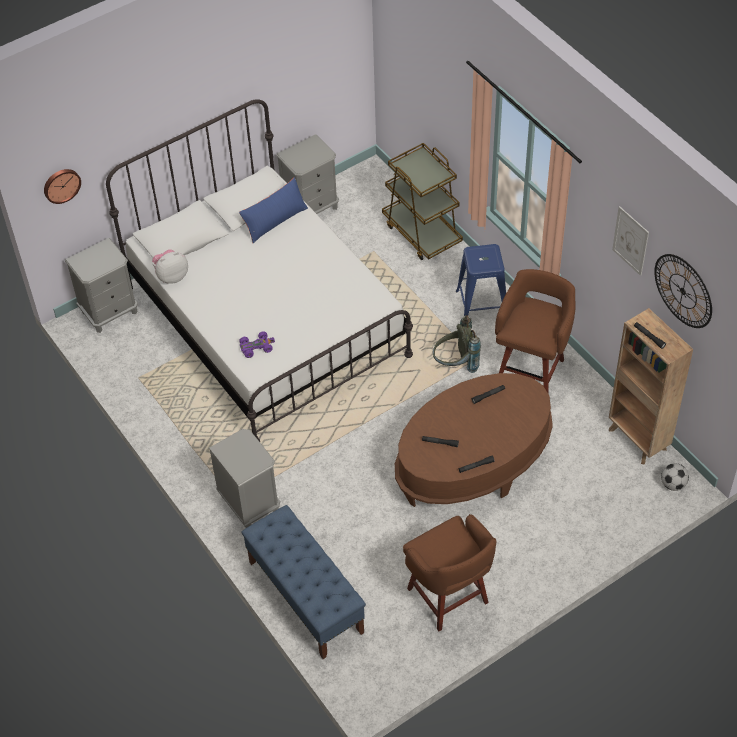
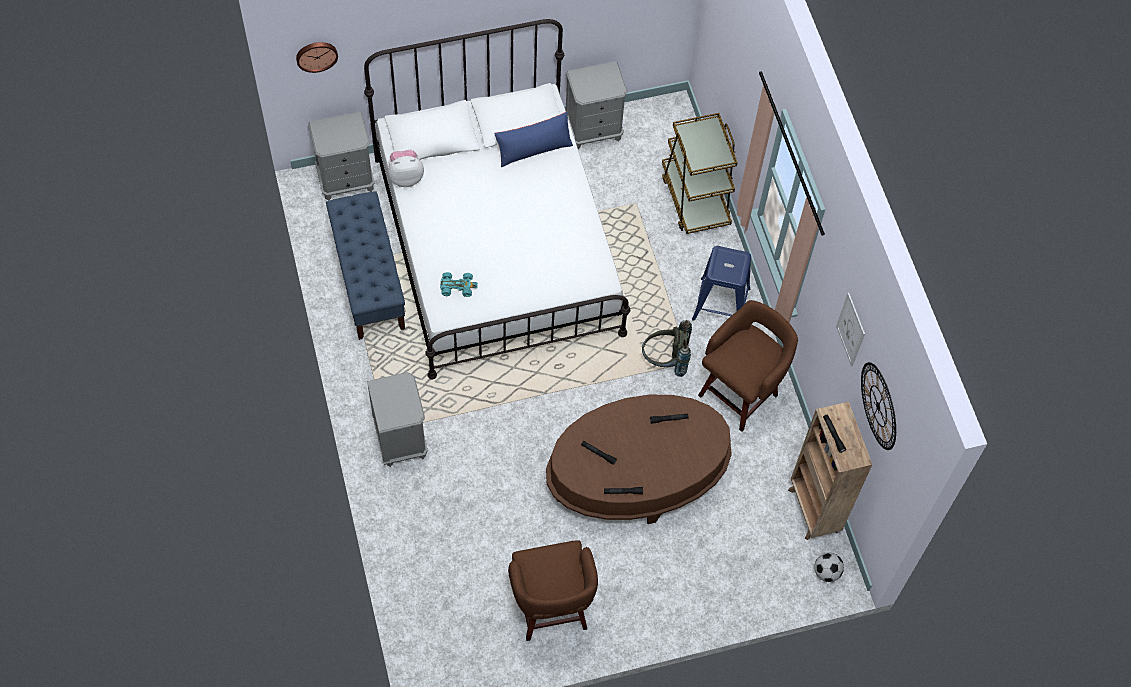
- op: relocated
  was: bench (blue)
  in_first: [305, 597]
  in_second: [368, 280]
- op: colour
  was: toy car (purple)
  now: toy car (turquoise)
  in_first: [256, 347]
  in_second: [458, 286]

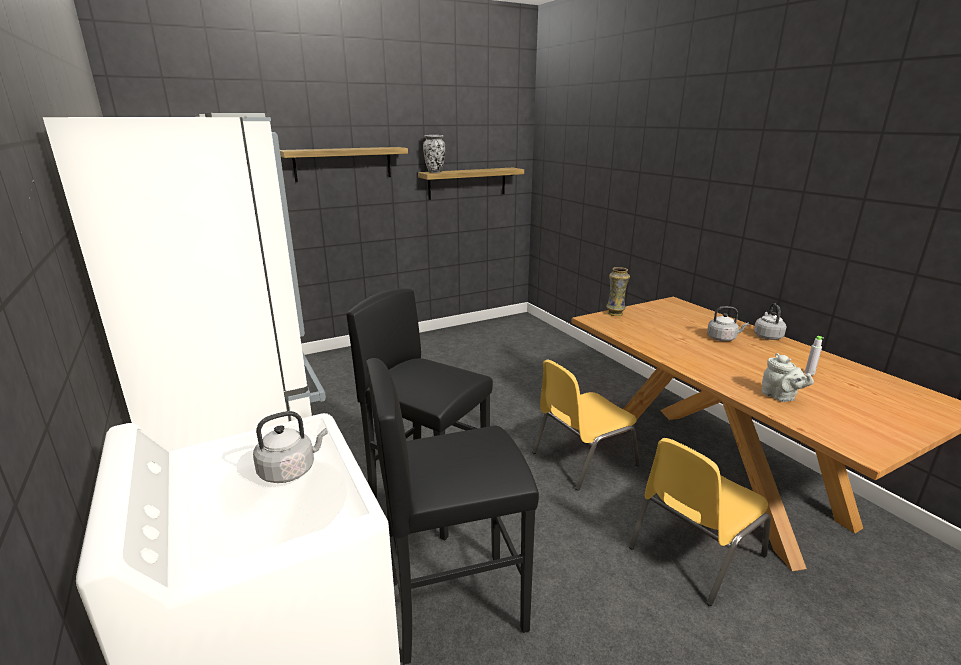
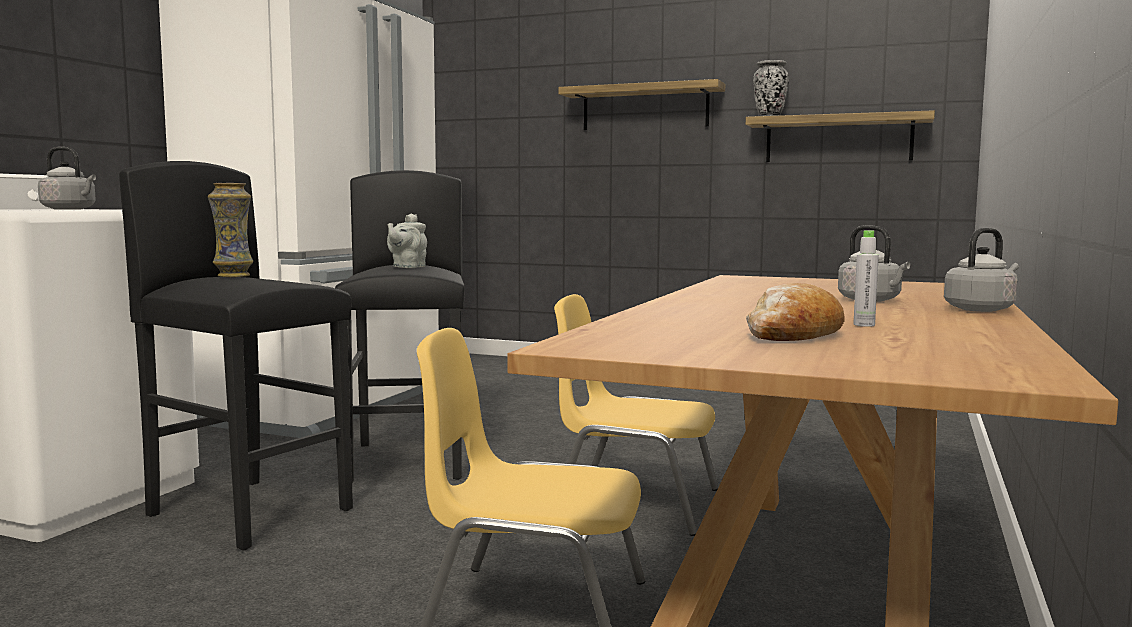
- op: appeared
  now: bread
  in_second: [793, 335]
- op: relocated
  was: vase
  in_first: [615, 313]
  in_second: [233, 276]
- op: relocated
  was: teapot (grey)
  in_first: [780, 397]
  in_second: [407, 267]

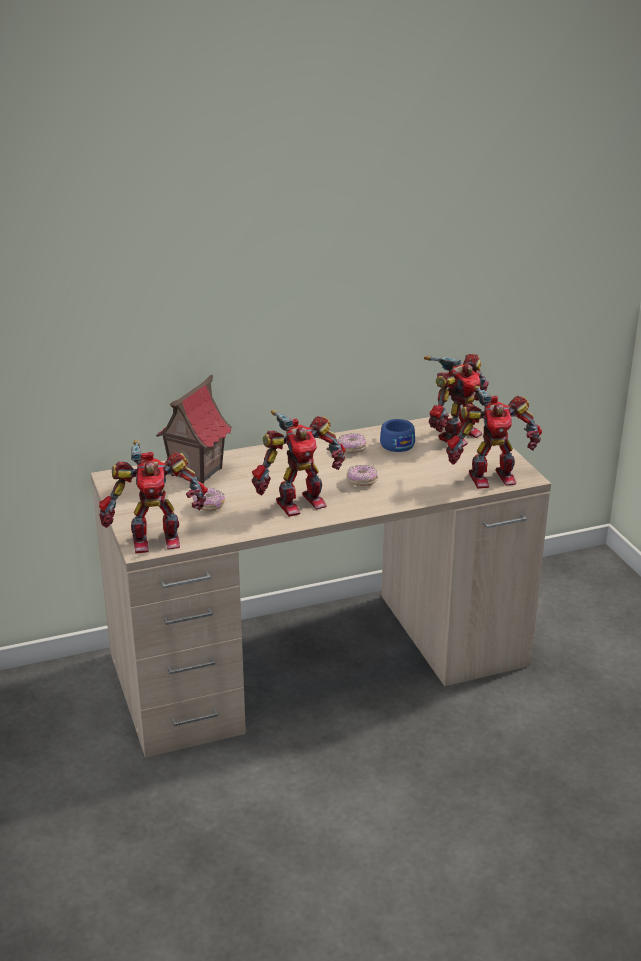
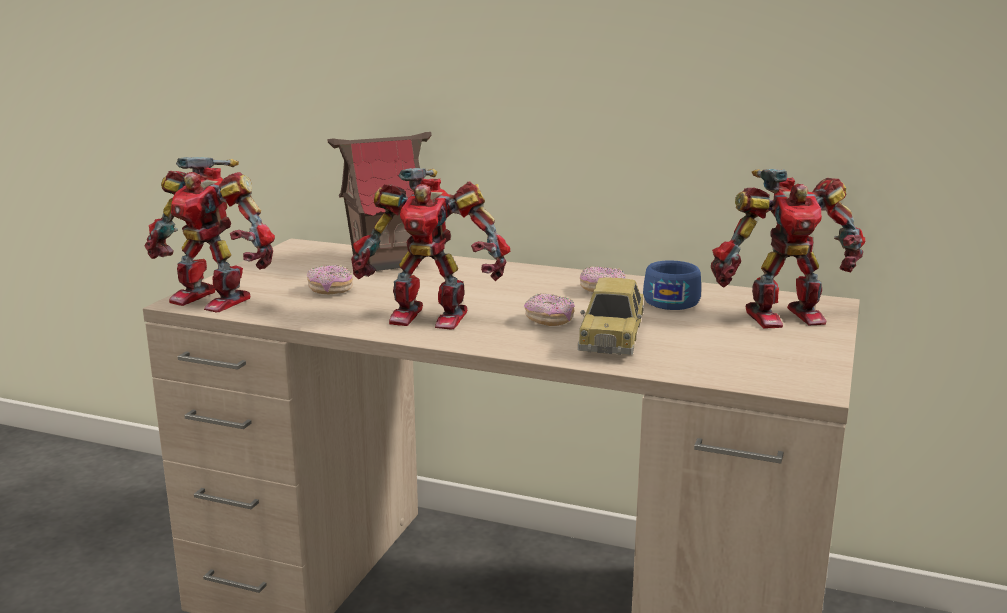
- op: missing
  was: toy robot
  in_first: [490, 477]
- op: appeared
  now: toy car
  in_second: [612, 336]

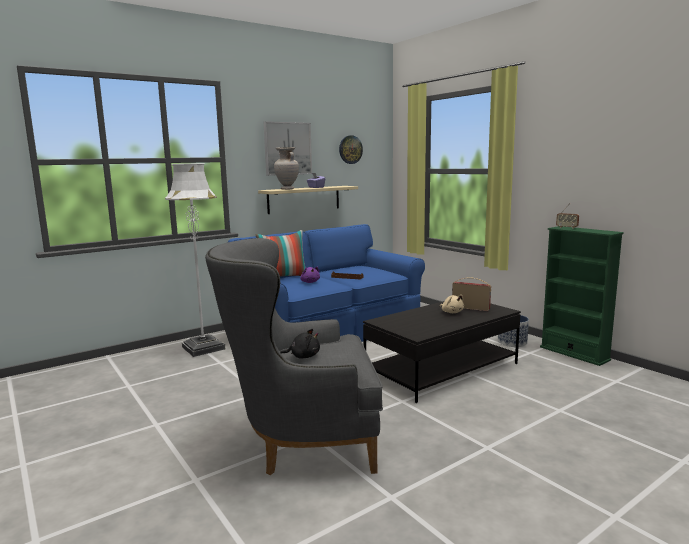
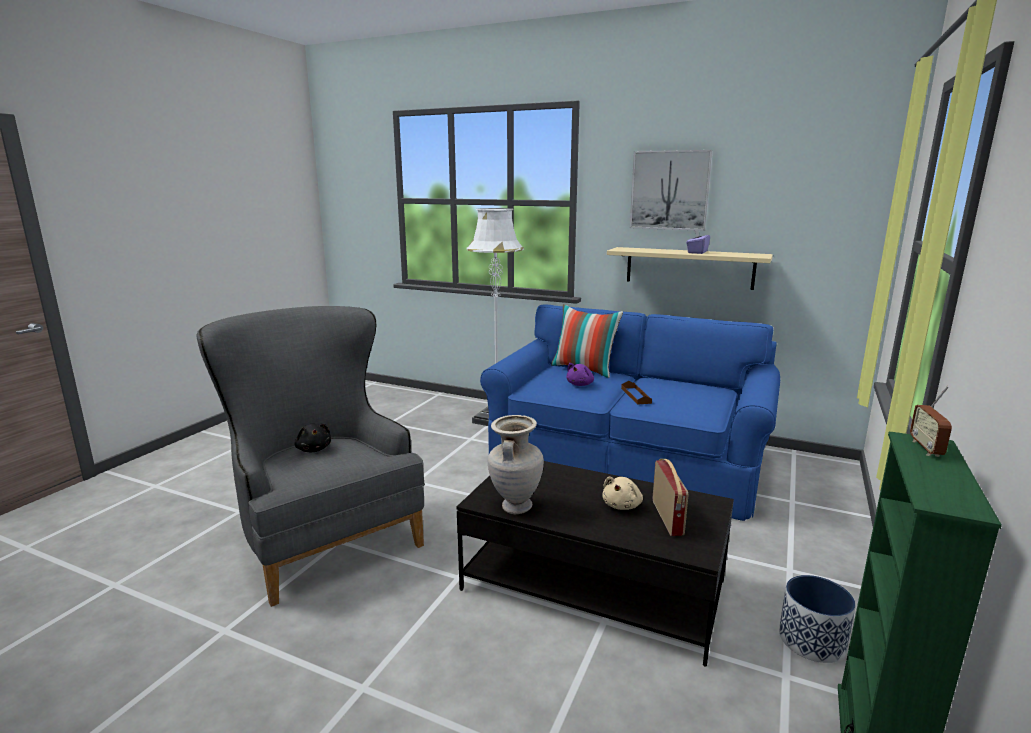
- op: missing
  was: wall clock
  in_first: [350, 149]
- op: relocated
  was: vase (beige)
  in_first: [287, 189]
  in_second: [515, 507]

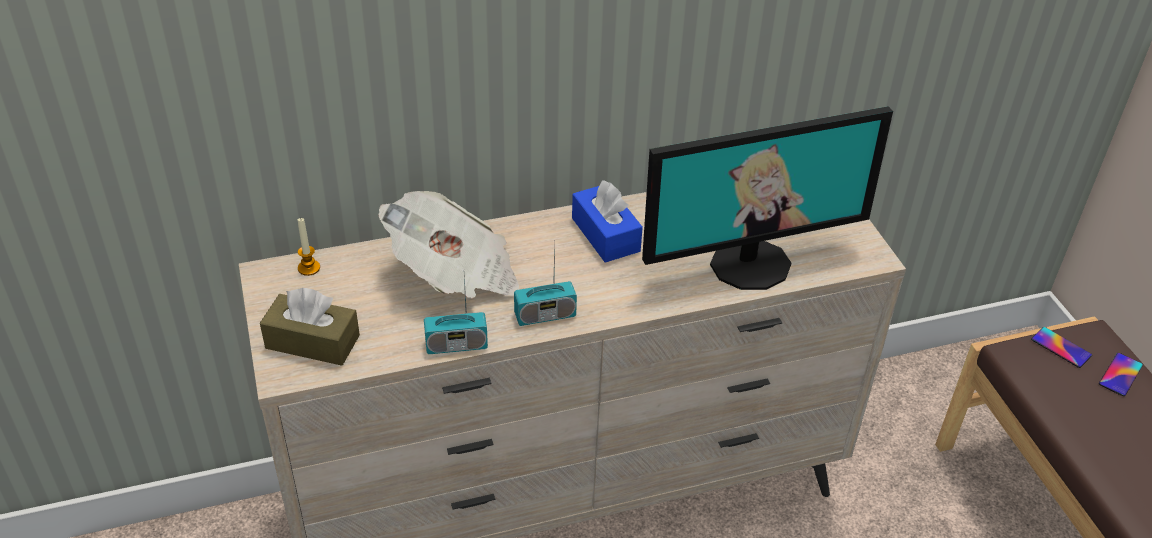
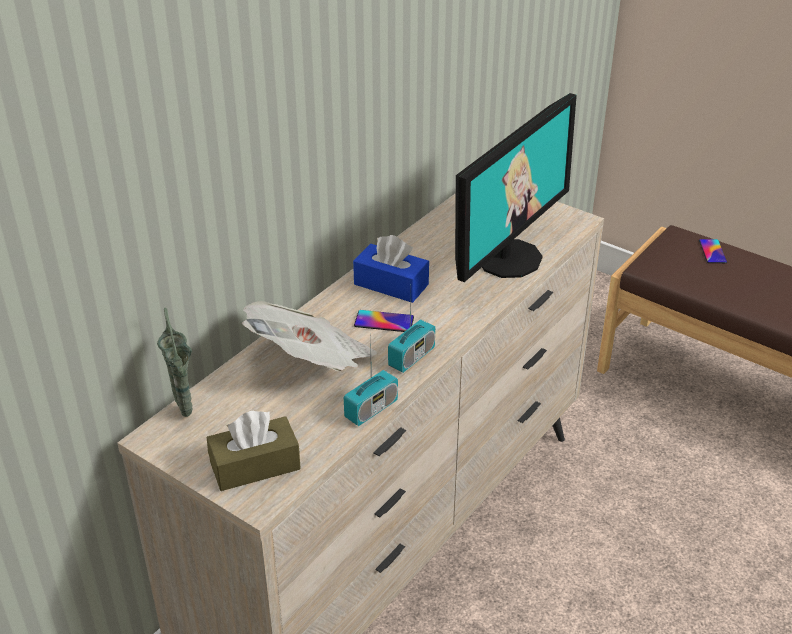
- op: relocated
  was: phone
  in_first: [1061, 347]
  in_second: [384, 322]
- op: exchanged
  was: candle
  now: vase (green)
  in_first: [309, 268]
  in_second: [186, 415]

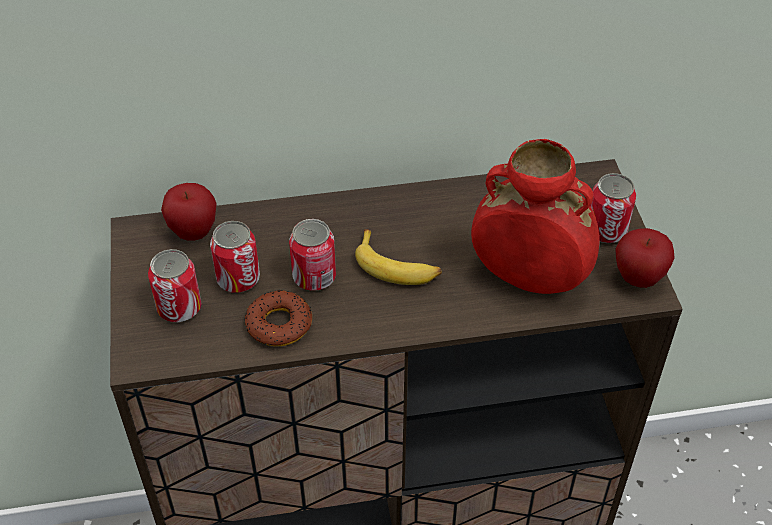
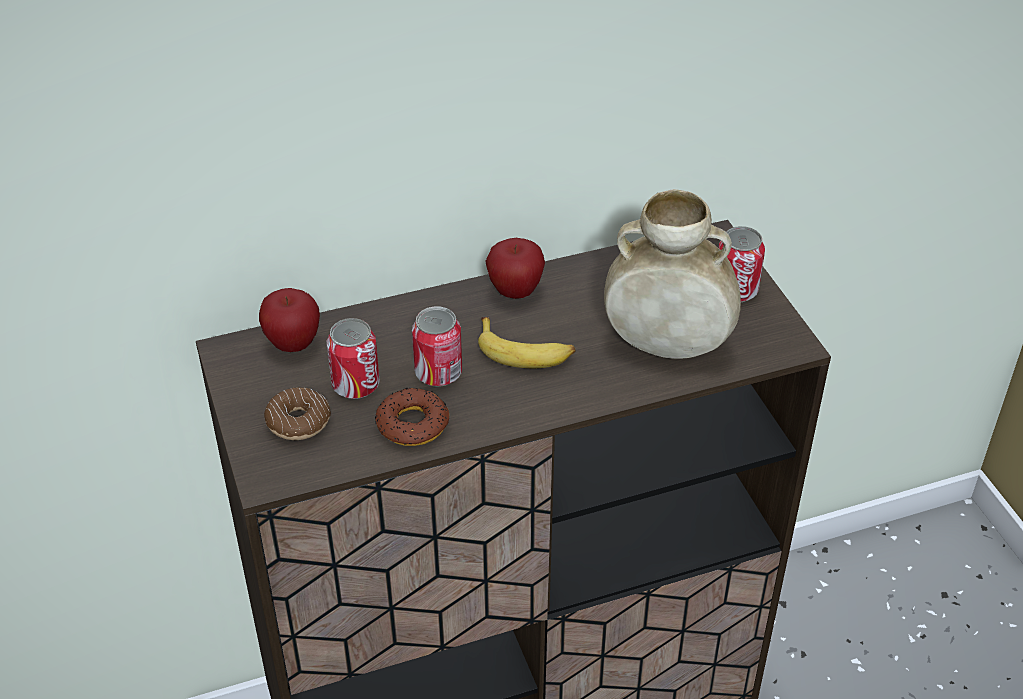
- op: relocated
  was: apple
  in_first: [638, 278]
  in_second: [515, 291]
- op: exchanged
  was: can
  now: donut
  in_first: [179, 308]
  in_second: [298, 421]
- op: colour
  was: vase (red)
  now: vase (beige)
  in_first: [529, 278]
  in_second: [667, 346]

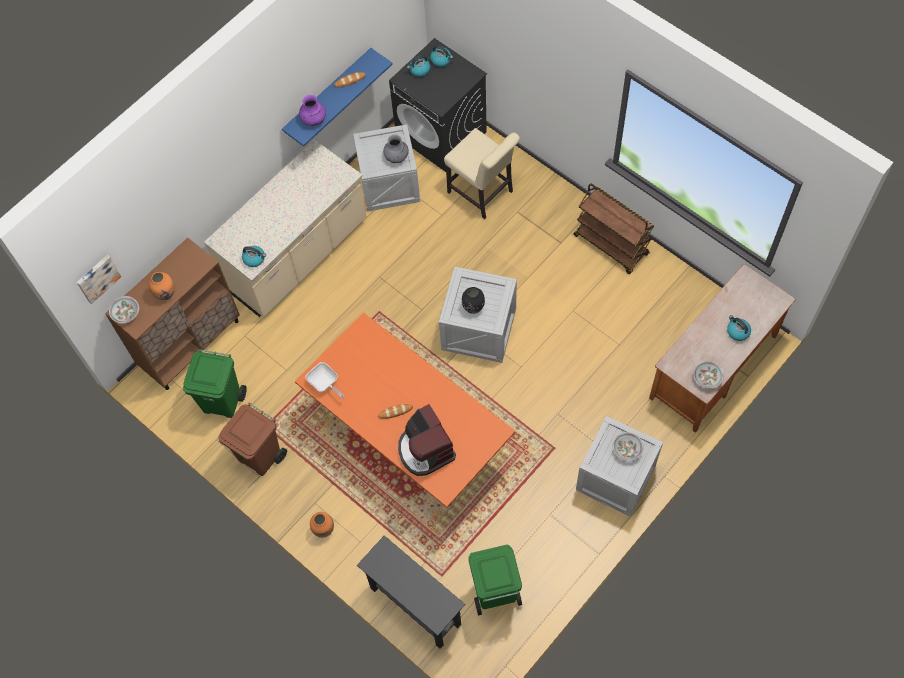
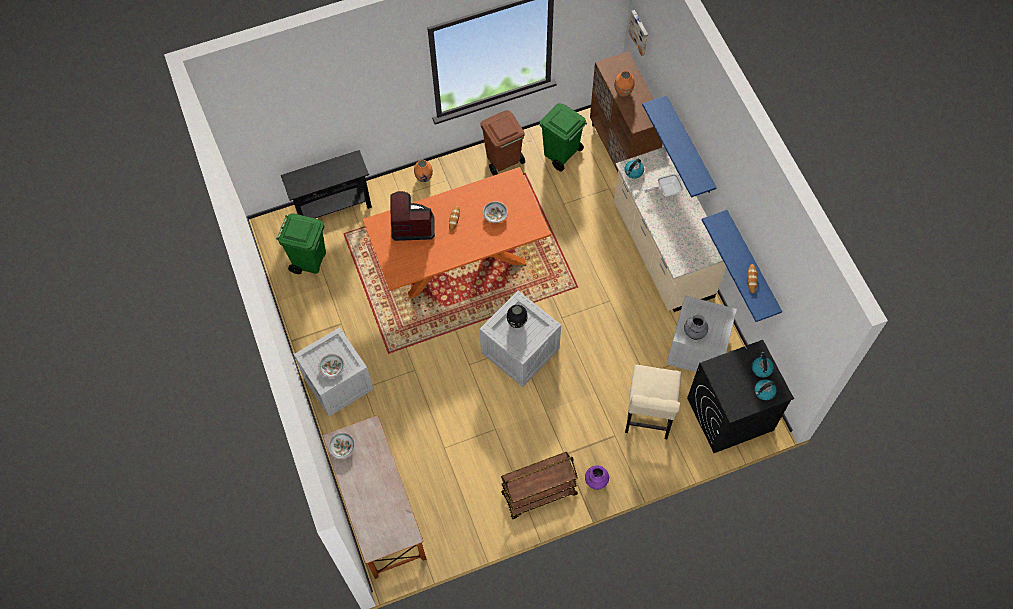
- op: missing
  was: kettle
  in_first: [737, 331]
- op: appeared
  now: shelf (blue)
  in_second: [689, 146]
- op: relocated
  was: bowl
  in_first: [126, 313]
  in_second: [495, 215]
- op: relocated
  was: vase (purple)
  in_first: [314, 120]
  in_second: [596, 480]
- op: relocated
  was: frying pan
  in_first: [325, 384]
  in_second: [666, 190]
- op: spun
  was: chair (beige)
  in_first: [482, 194]
  in_second: [648, 417]
  clockwise: -60

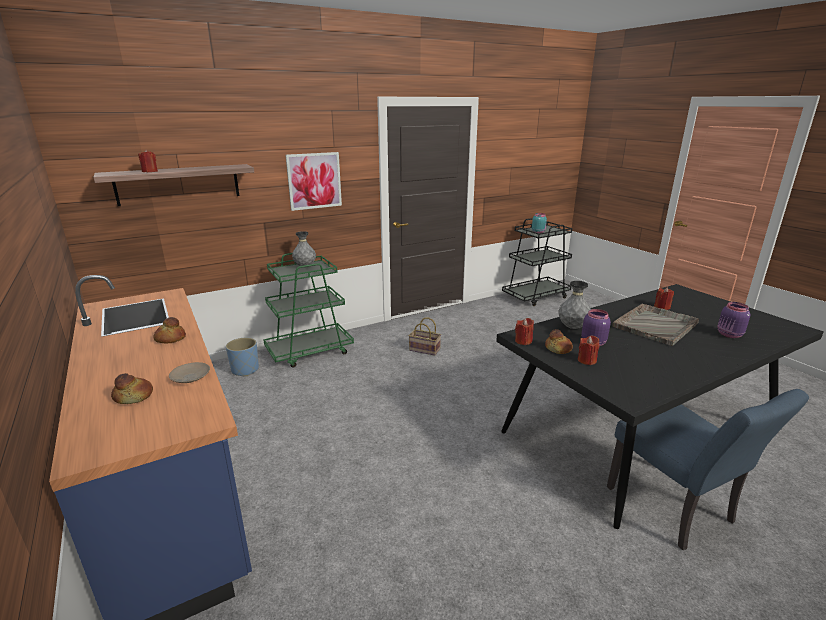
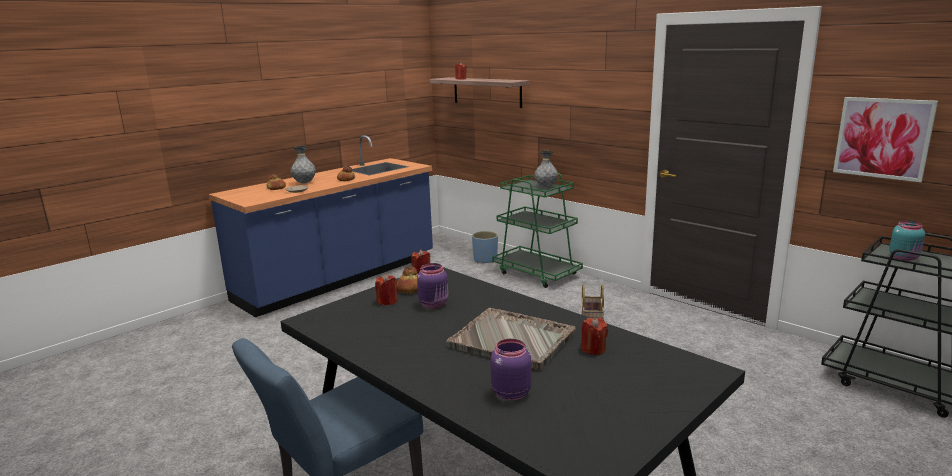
- op: relocated
  was: picture
  in_first: [314, 181]
  in_second: [882, 138]
- op: relocated
  was: vase (grey)
  in_first: [572, 327]
  in_second: [304, 183]

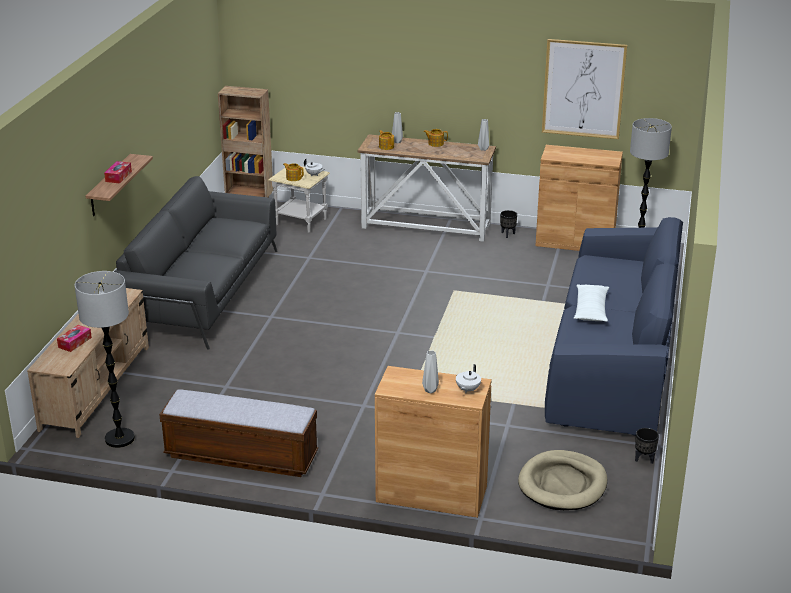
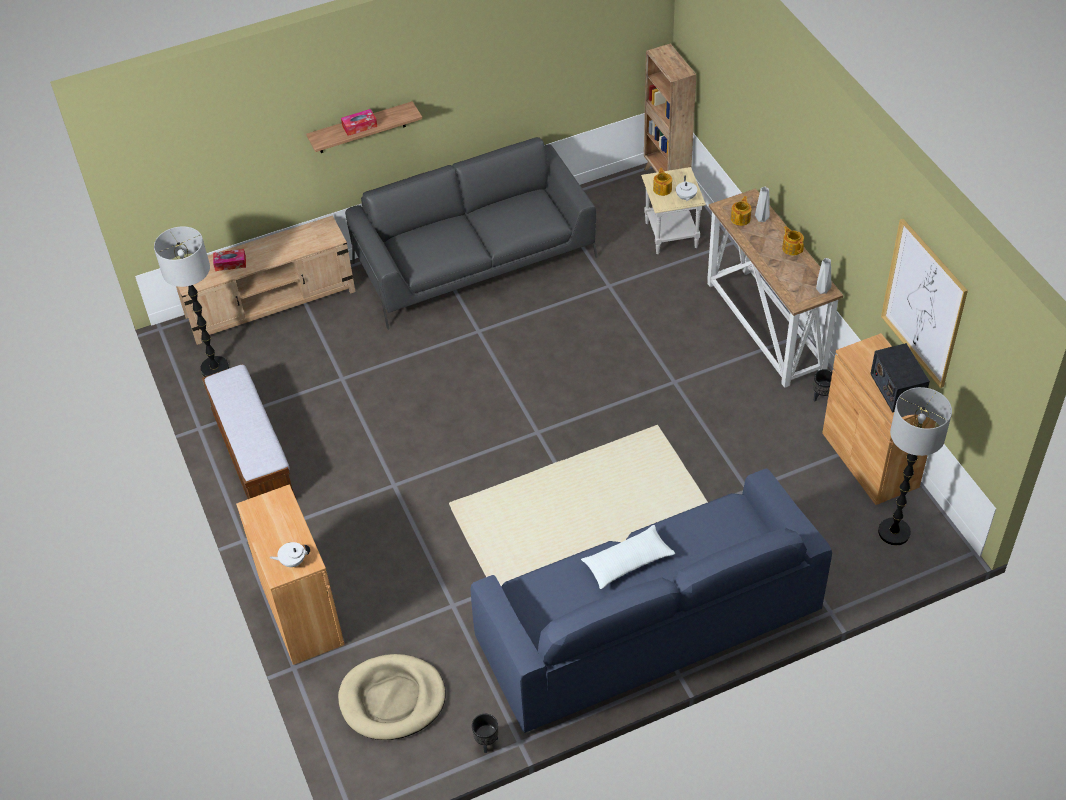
- op: missing
  was: vase (grey)
  in_first: [431, 390]
- op: appeared
  now: radio
  in_second: [896, 388]

